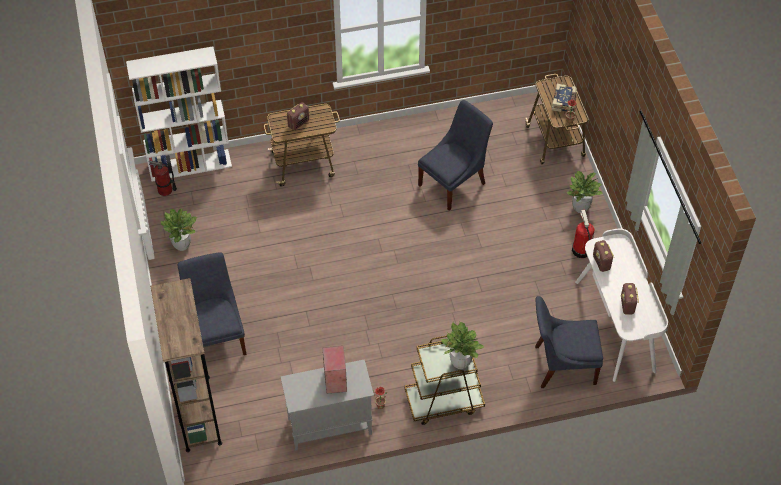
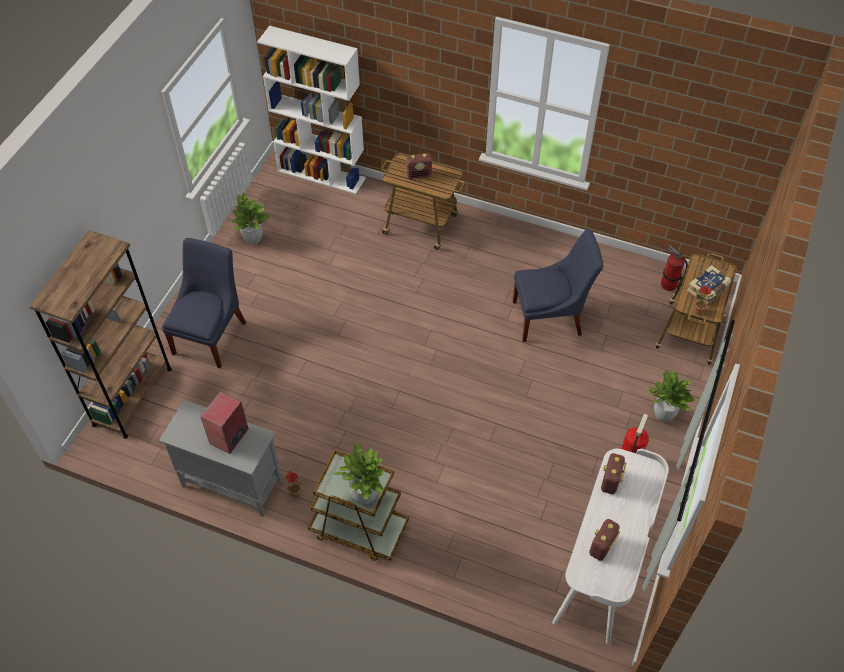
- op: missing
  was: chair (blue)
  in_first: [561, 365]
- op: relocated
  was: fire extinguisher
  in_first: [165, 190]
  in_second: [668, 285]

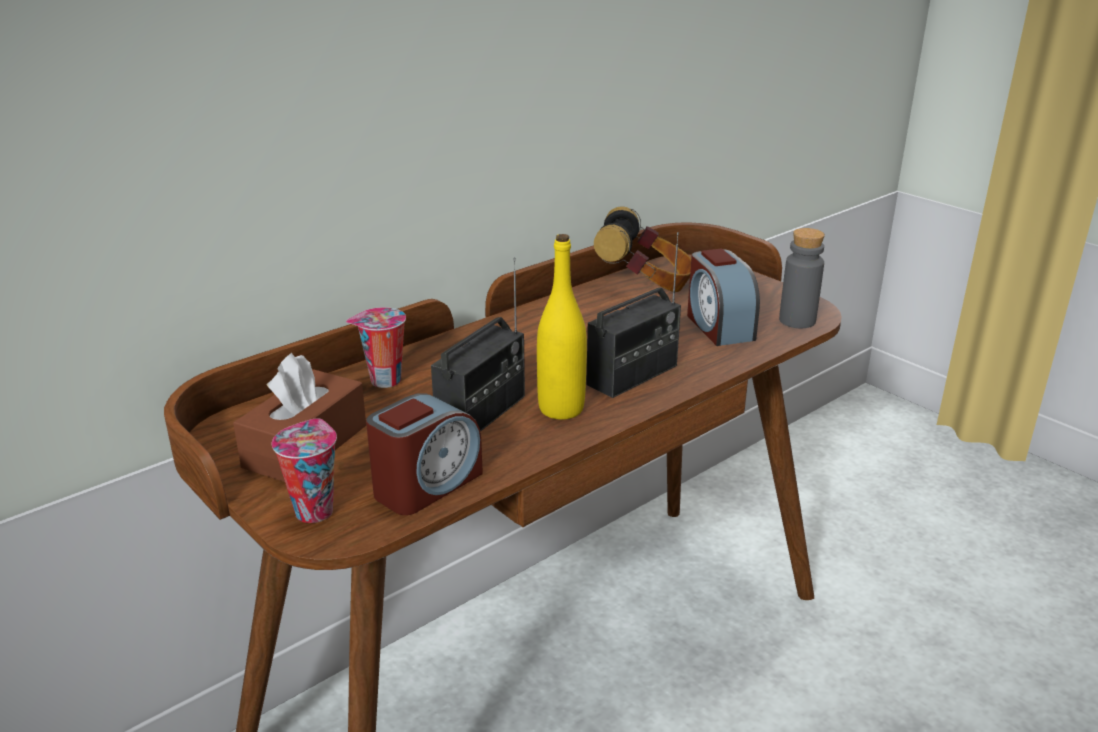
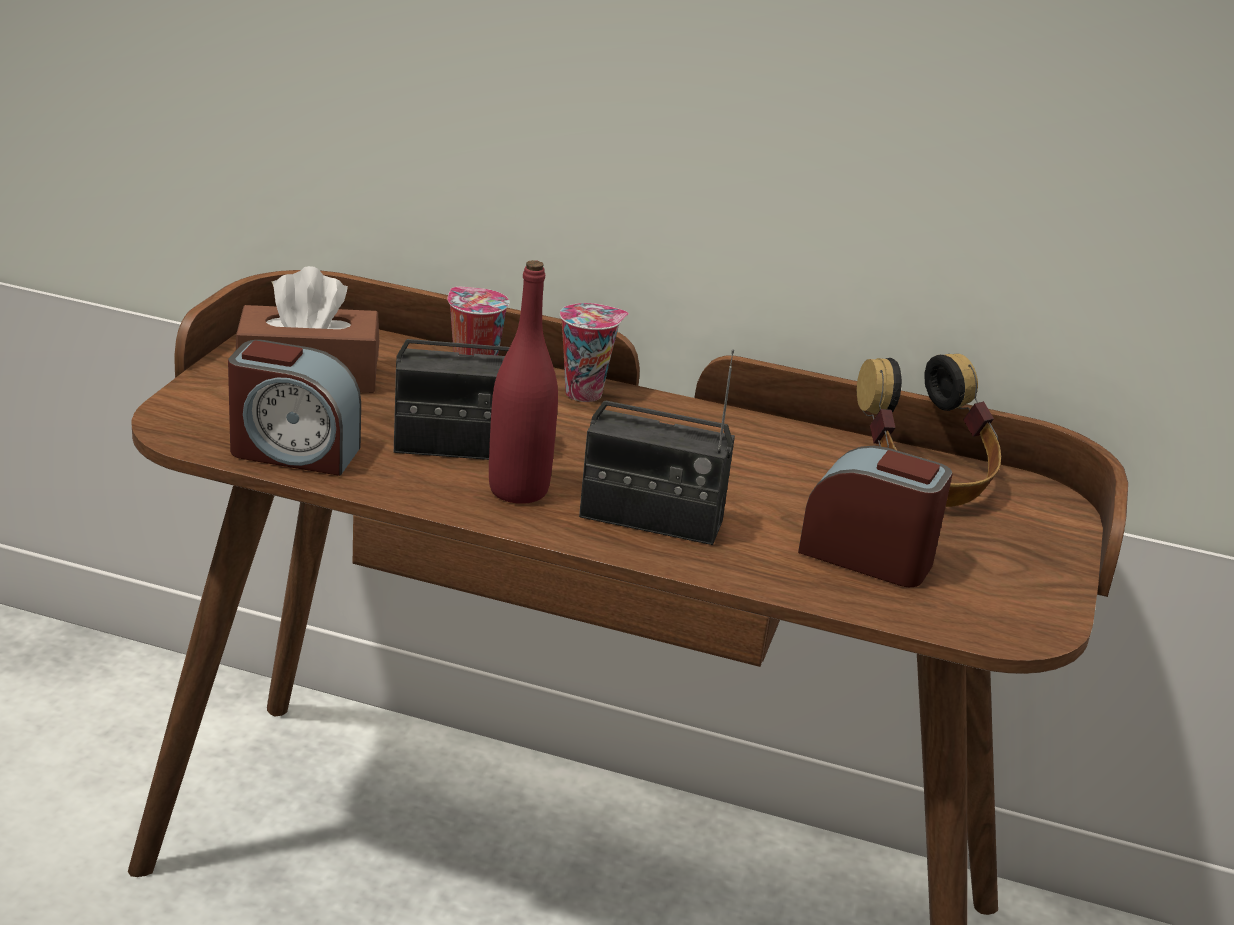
- op: missing
  was: bottle (grey)
  in_first: [797, 320]
- op: relocated
  was: cup
  in_first: [314, 510]
  in_second: [585, 393]
- op: colour
  was: bottle (yellow)
  now: bottle (red)
  in_first: [561, 409]
  in_second: [518, 490]
- op: spun
  was: alarm clock
  in_first: [718, 326]
  in_second: [867, 556]
  clockwise: 75

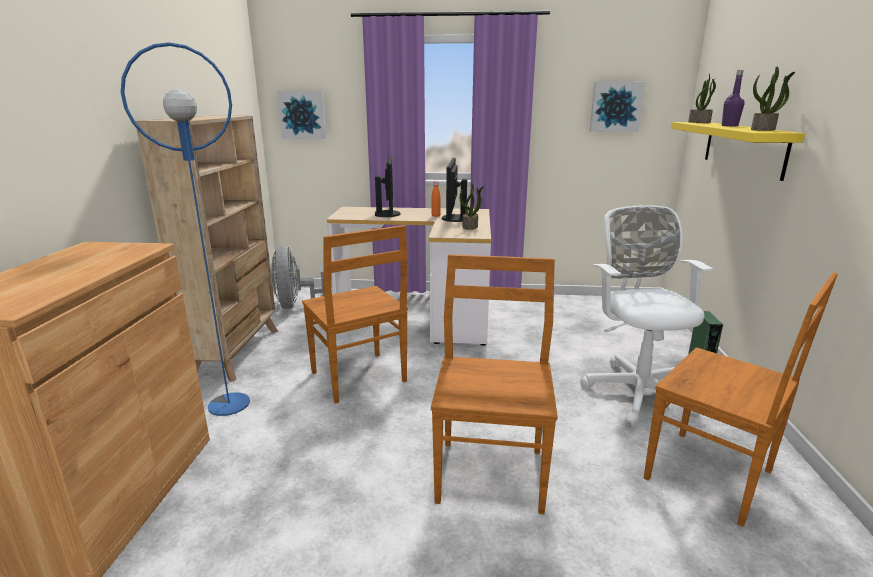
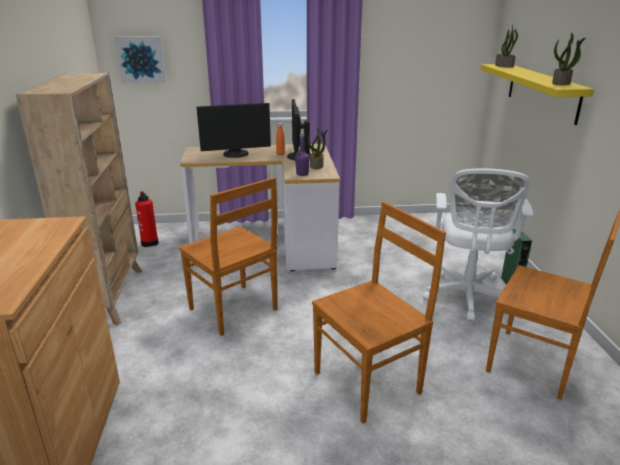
- op: missing
  was: floor lamp (blue)
  in_first: [229, 404]
- op: missing
  was: picture
  in_first: [615, 106]
- op: relocated
  was: bottle (purple)
  in_first: [729, 126]
  in_second: [302, 174]
- op: exchanged
  was: fan (grey)
  now: fire extinguisher
  in_first: [296, 305]
  in_second: [150, 242]
- op: spun
  was: monitor
  in_first: [388, 214]
  in_second: [236, 154]
  clockwise: 90
- op: spun
  was: chair (brown)
  in_first: [491, 473]
  in_second: [369, 381]
  clockwise: 60
- op: spun
  was: office chair (white)
  in_first: [636, 390]
  in_second: [467, 298]
  clockwise: -150

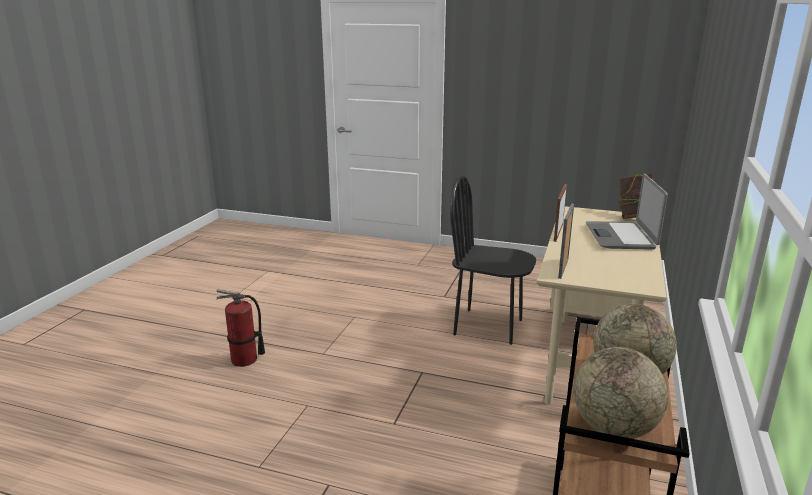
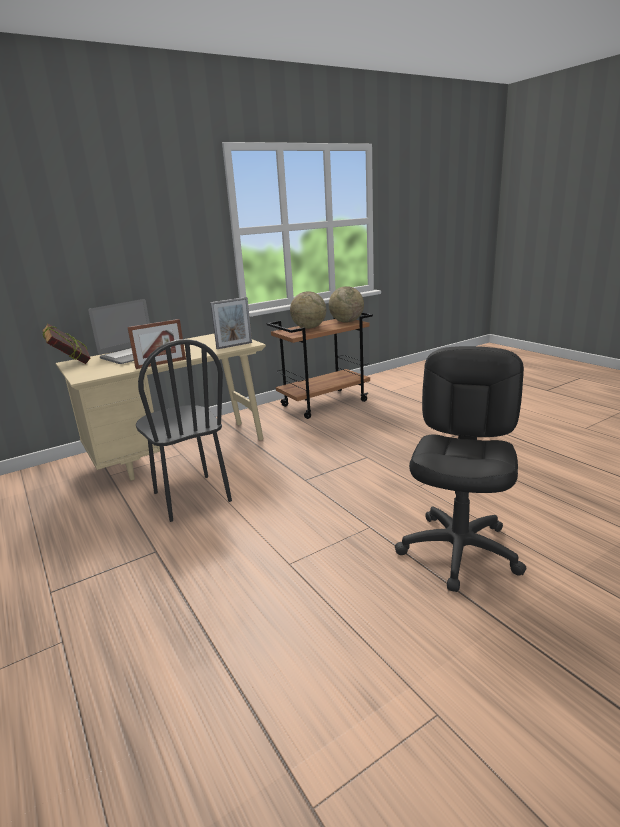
- op: exchanged
  was: fire extinguisher
  now: office chair (black)
  in_first: [244, 360]
  in_second: [459, 551]

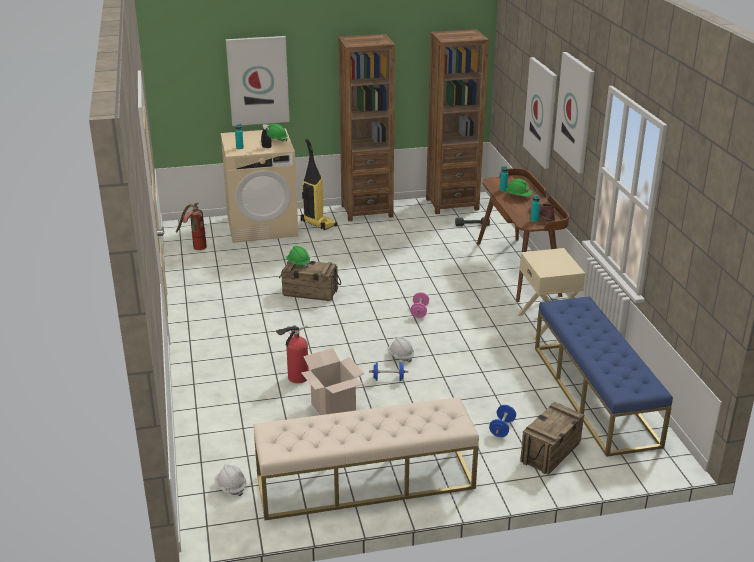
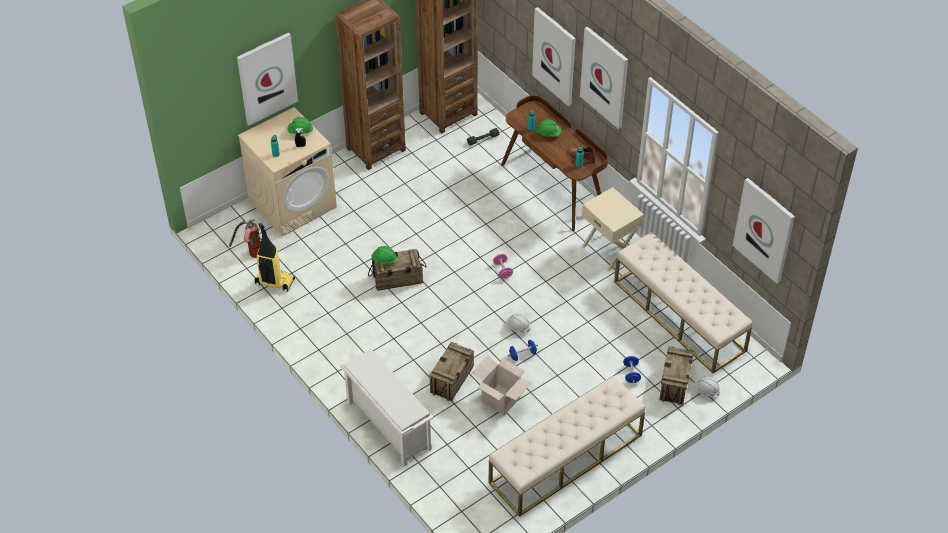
- op: appeared
  now: shoe rack (white)
  in_second: [387, 425]
- op: appeared
  now: picture
  in_second: [764, 230]
- op: relocated
  was: hard hat (white)
  in_first: [231, 487]
  in_second: [706, 391]
- op: relocated
  was: vacuum cleaner
  in_first: [318, 224]
  in_second: [274, 282]
- op: exchanged
  was: fire extinguisher
  now: crate
  in_first: [296, 378]
  in_second: [452, 380]
- op: colour
  was: bench (blue)
  now: bench (beige)
  in_first: [595, 395]
  in_second: [679, 316]

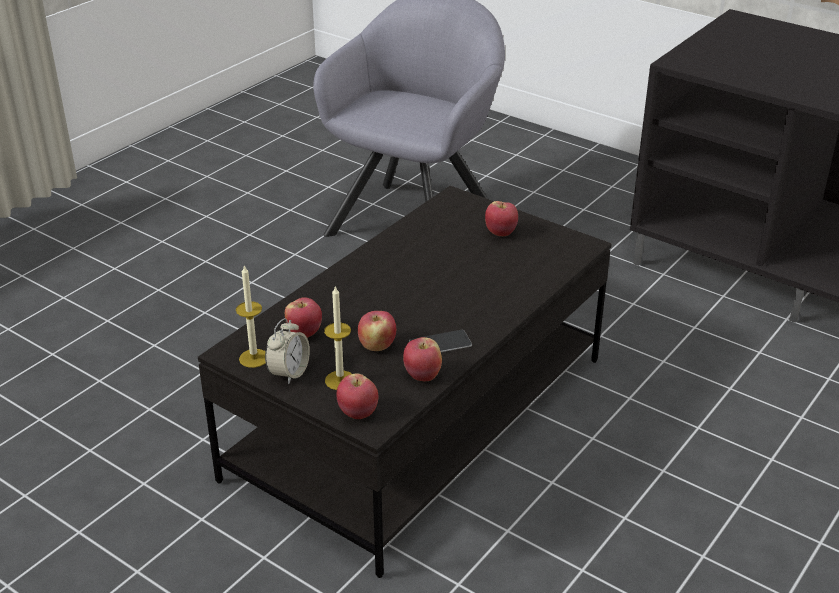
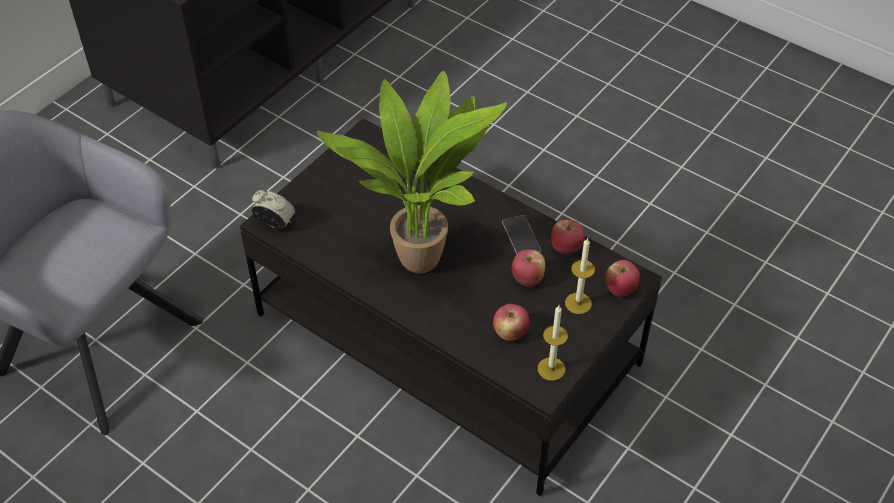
- op: missing
  was: apple
  in_first: [501, 233]
- op: appeared
  now: potted plant
  in_second: [422, 255]
- op: relocated
  was: alarm clock
  in_first: [289, 373]
  in_second: [275, 224]

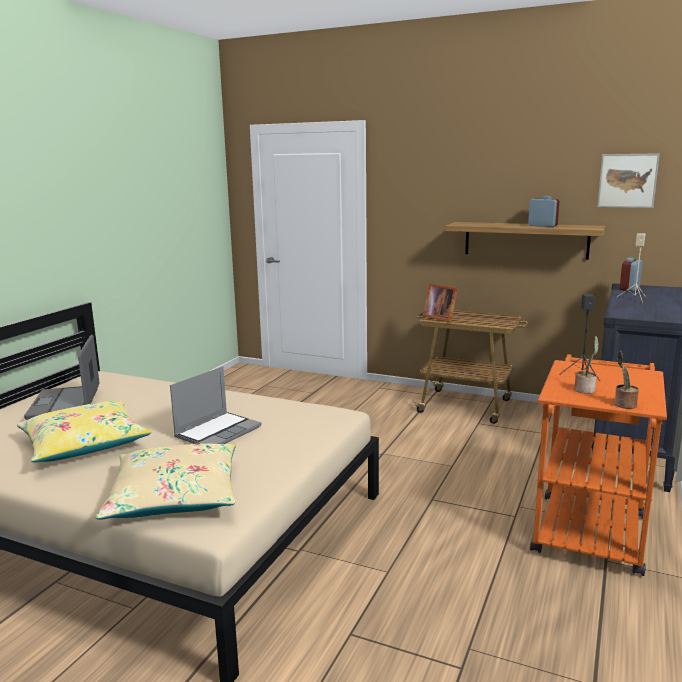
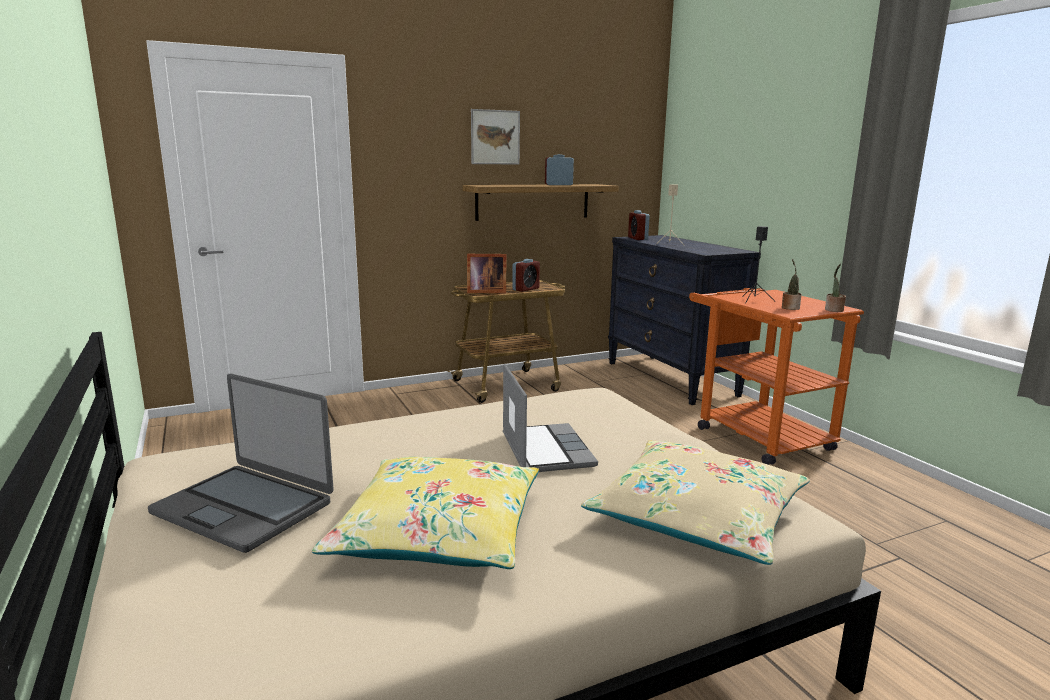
- op: appeared
  now: alarm clock
  in_second: [526, 289]
- op: relocated
  was: picture
  in_first: [627, 180]
  in_second: [495, 137]

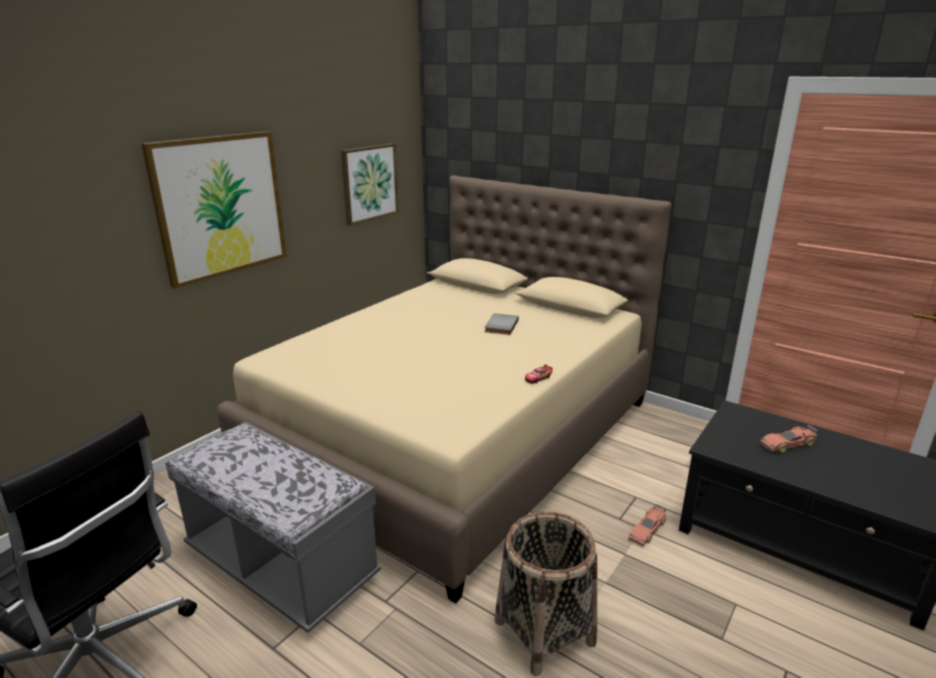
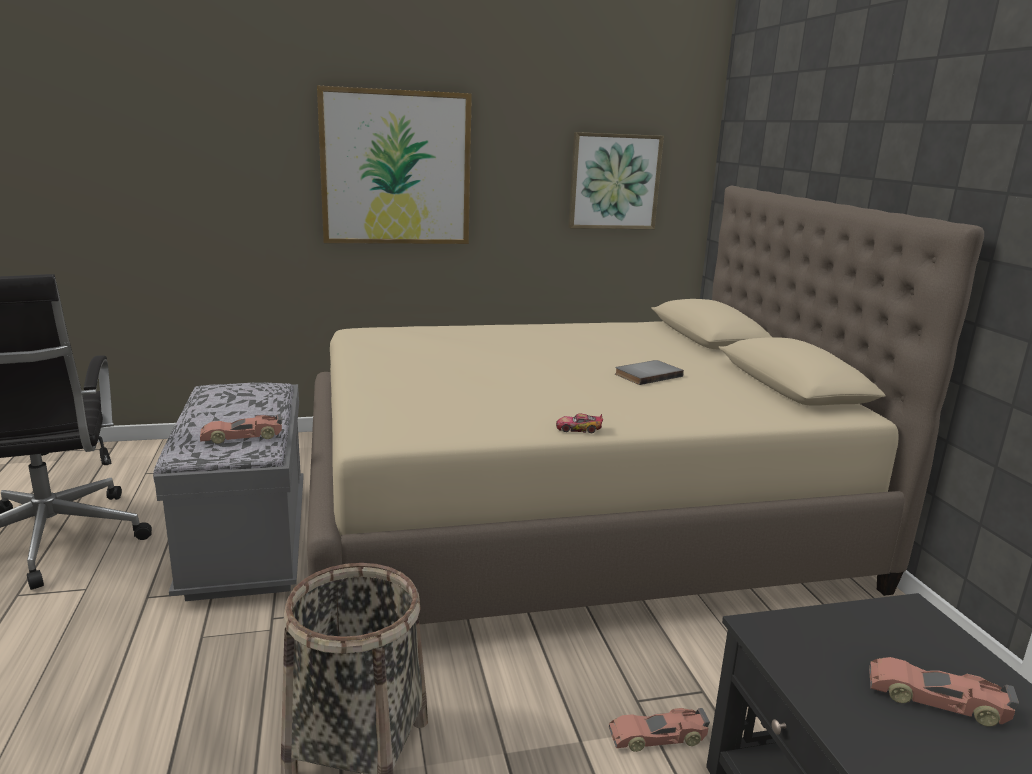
- op: appeared
  now: toy car
  in_second: [242, 436]

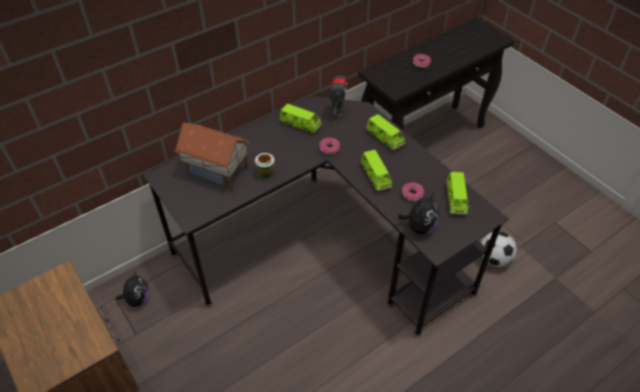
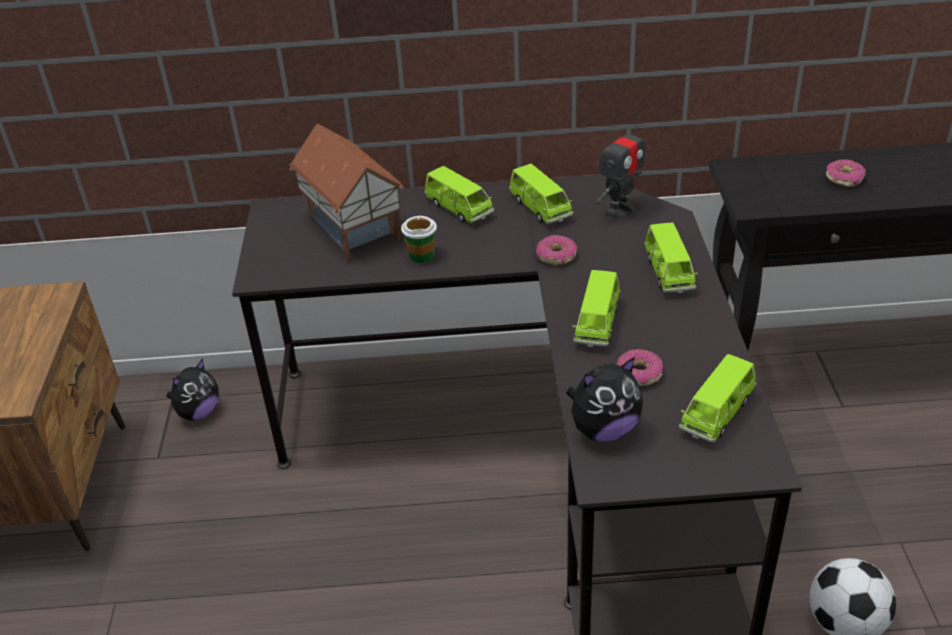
- op: appeared
  now: toy car (green)
  in_second: [459, 209]

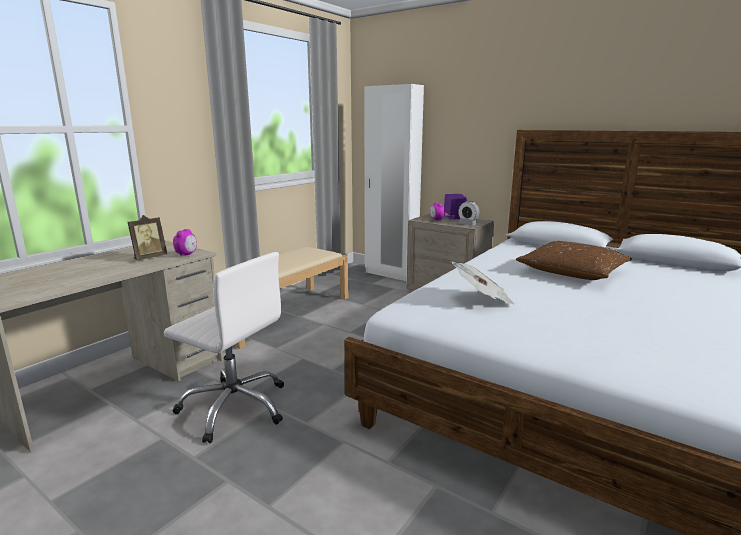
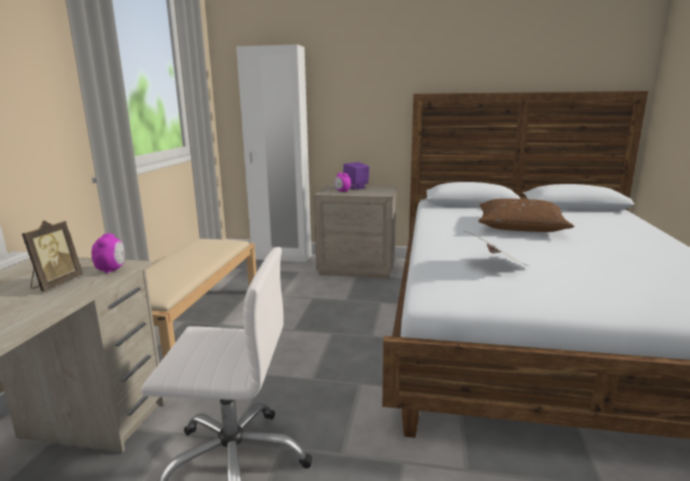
- op: missing
  was: alarm clock
  in_first: [468, 224]

